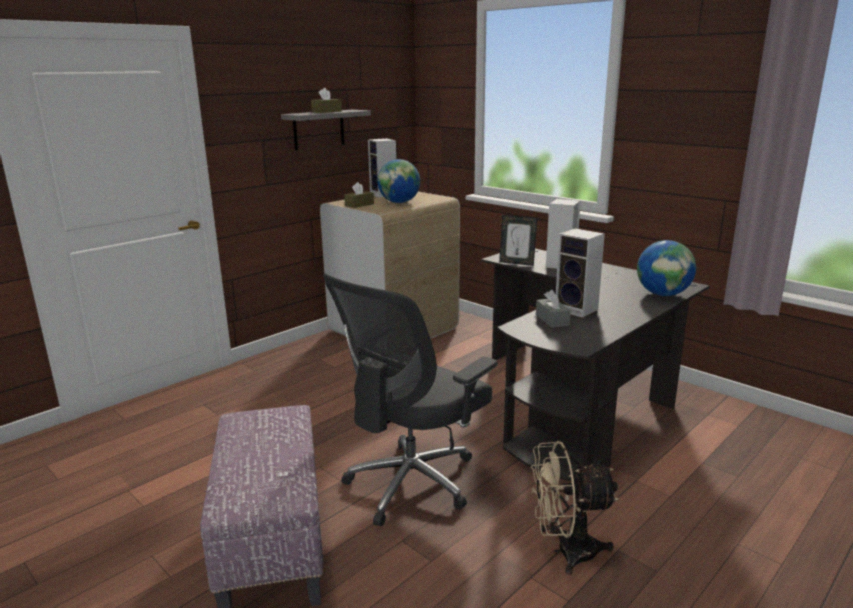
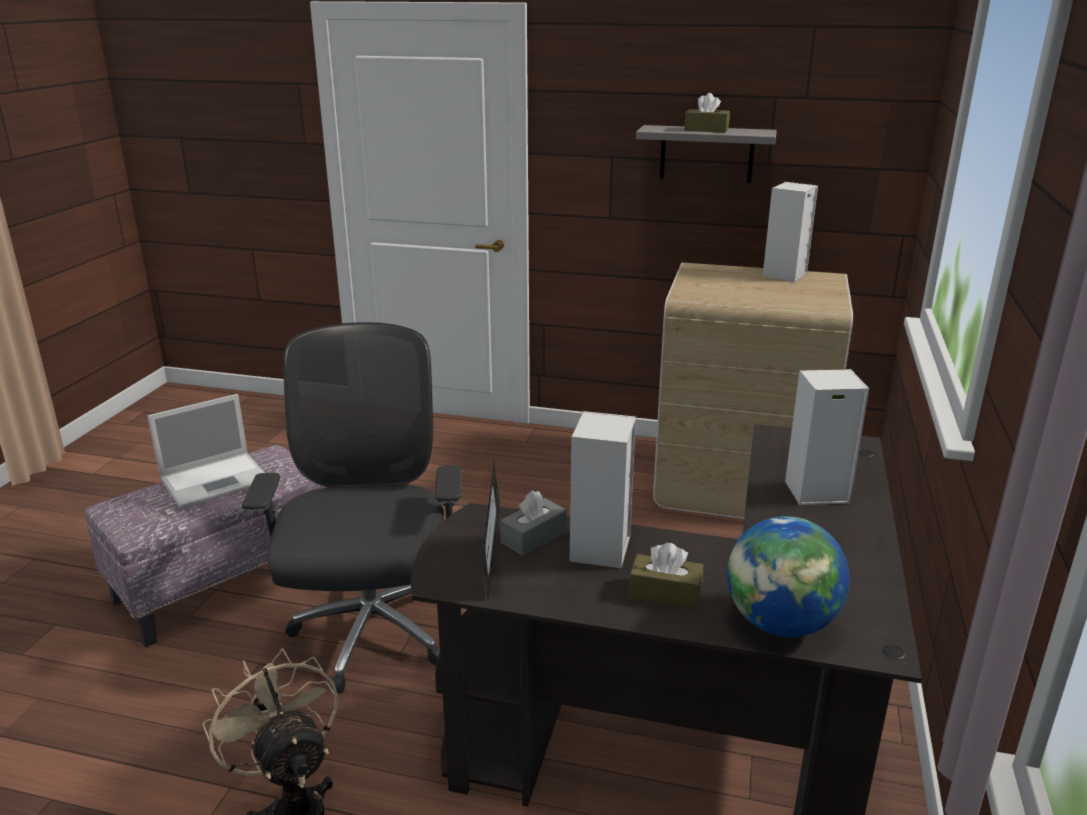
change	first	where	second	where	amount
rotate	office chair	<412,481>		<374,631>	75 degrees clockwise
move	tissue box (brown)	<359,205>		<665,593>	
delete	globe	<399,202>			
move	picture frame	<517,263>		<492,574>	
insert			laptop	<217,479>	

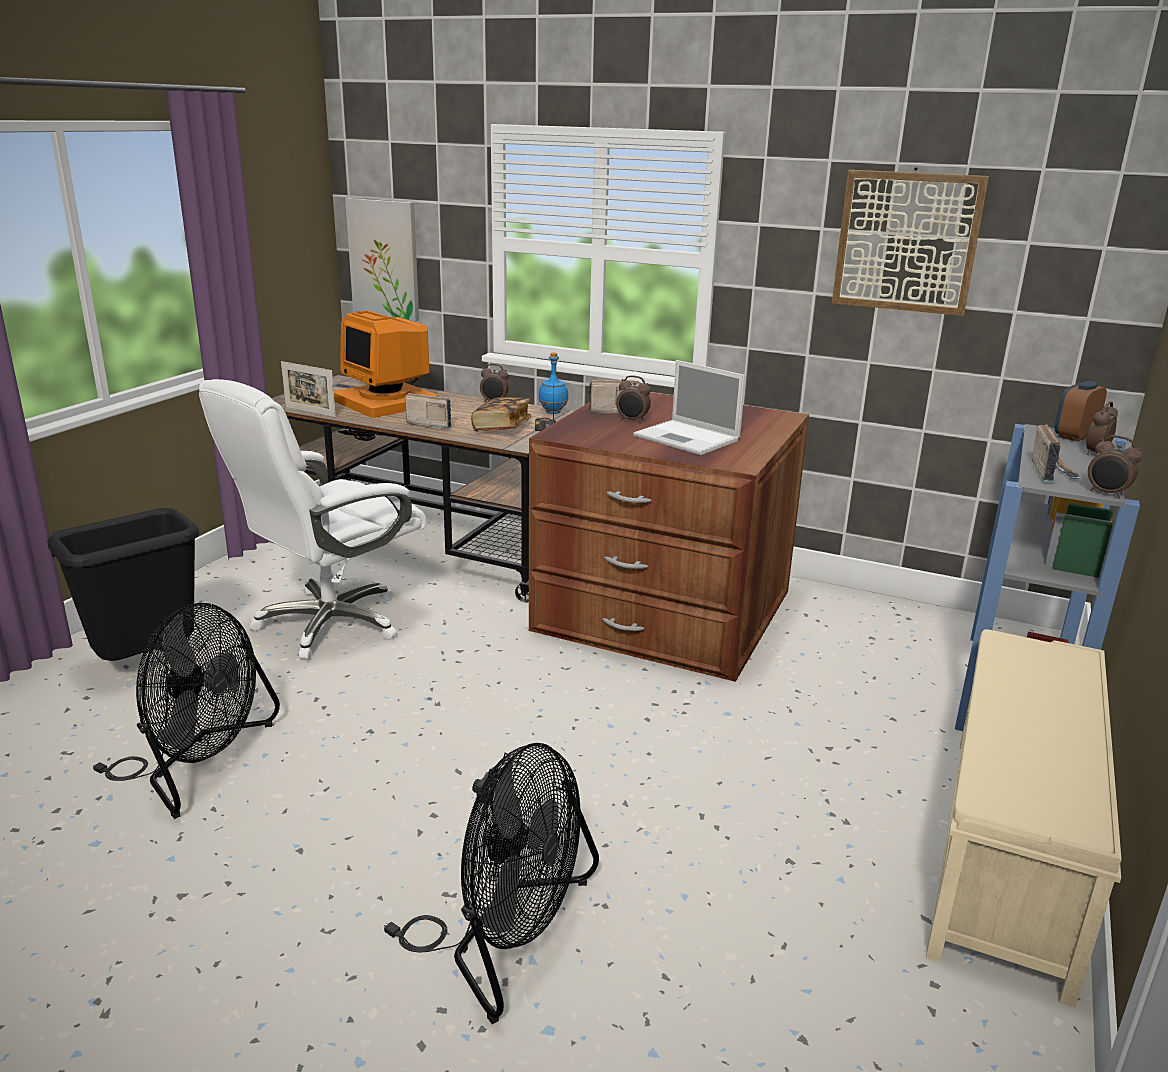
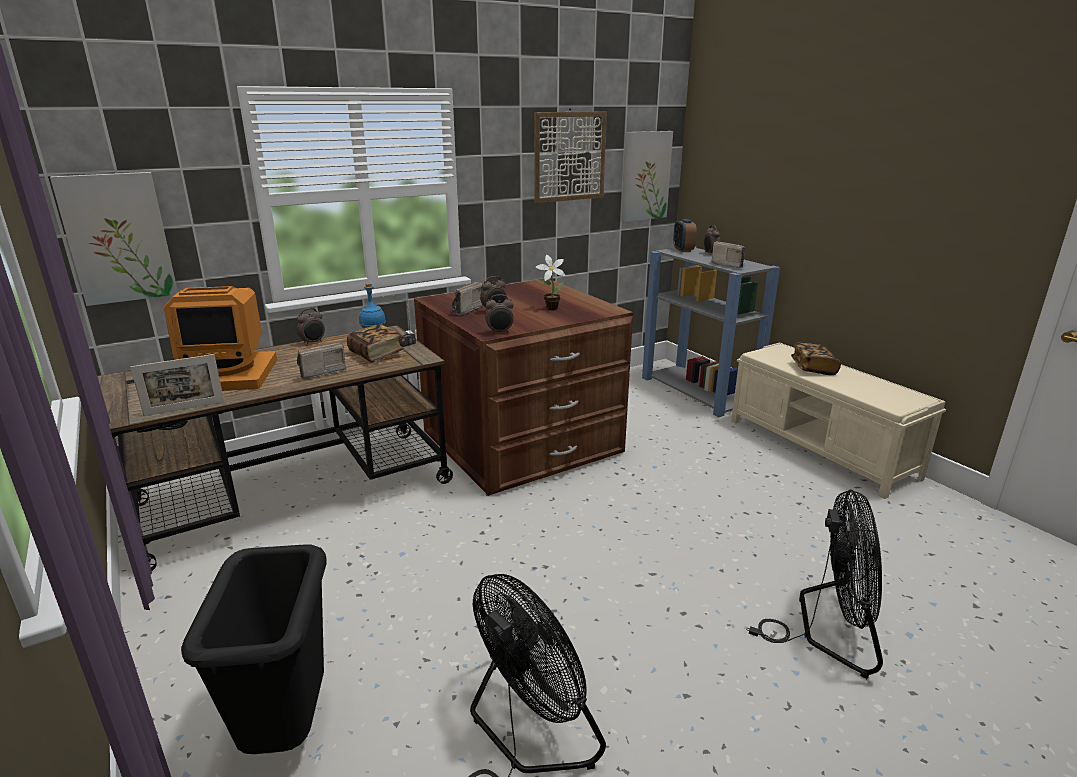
change	first	where	second	where	amount
delete	office chair (white)	<333,621>			
rotate	fan (black)	<503,937>		<824,625>	45 degrees clockwise
replace	laptop	<688,438>	potted plant	<549,308>	
move	alarm clock	<1106,493>		<500,332>	
insert			picture	<645,176>	
insert			book	<813,368>	

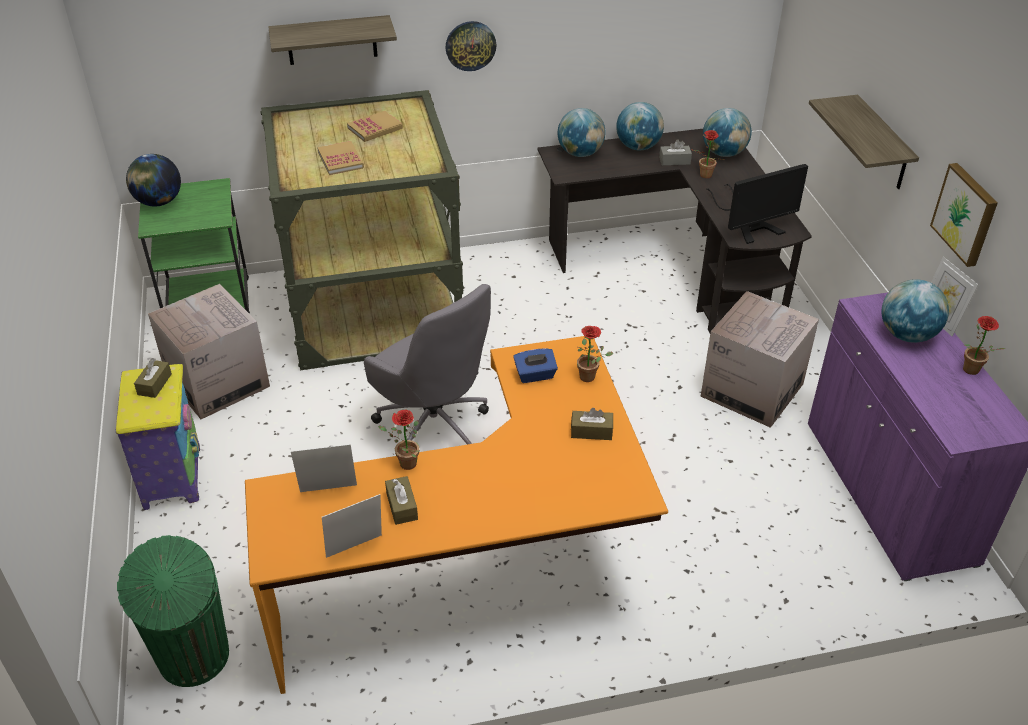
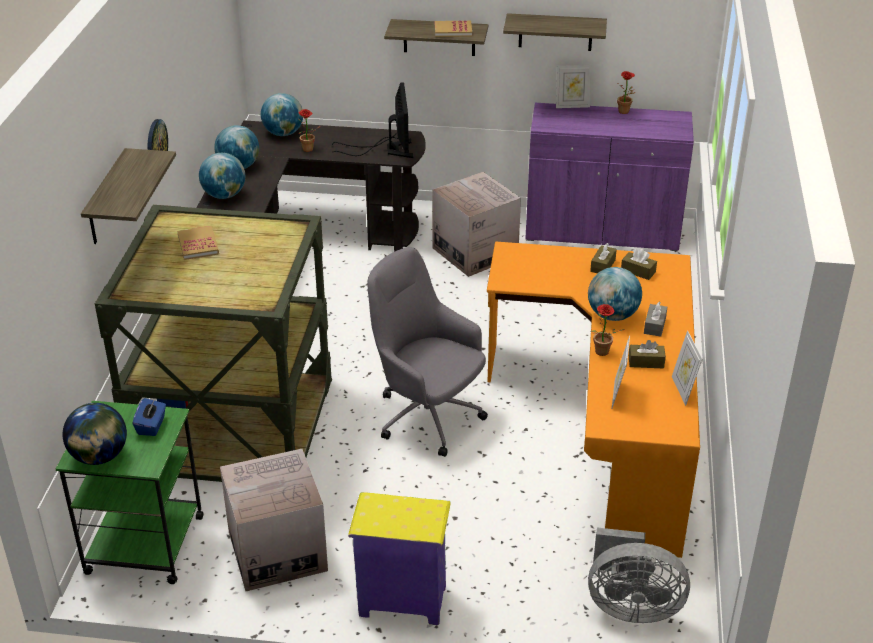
change	first	where	second	where	amount
replace	trash can (green)	<194,658>	fan (grey)	<630,606>	
move	tissue box (brown)	<154,384>		<638,271>	
move	book	<340,160>		<453,30>	
rotate	office chair (grey)	<434,427>		<427,419>	120 degrees counterclockwise
move	tissue box (blue)	<535,375>		<151,426>	
delete	potted plant	<590,377>			
move	tissue box (grey)	<674,161>		<654,325>	
move	globe	<907,335>		<612,315>	
replace	picture	<966,214>	shelf	<555,32>	

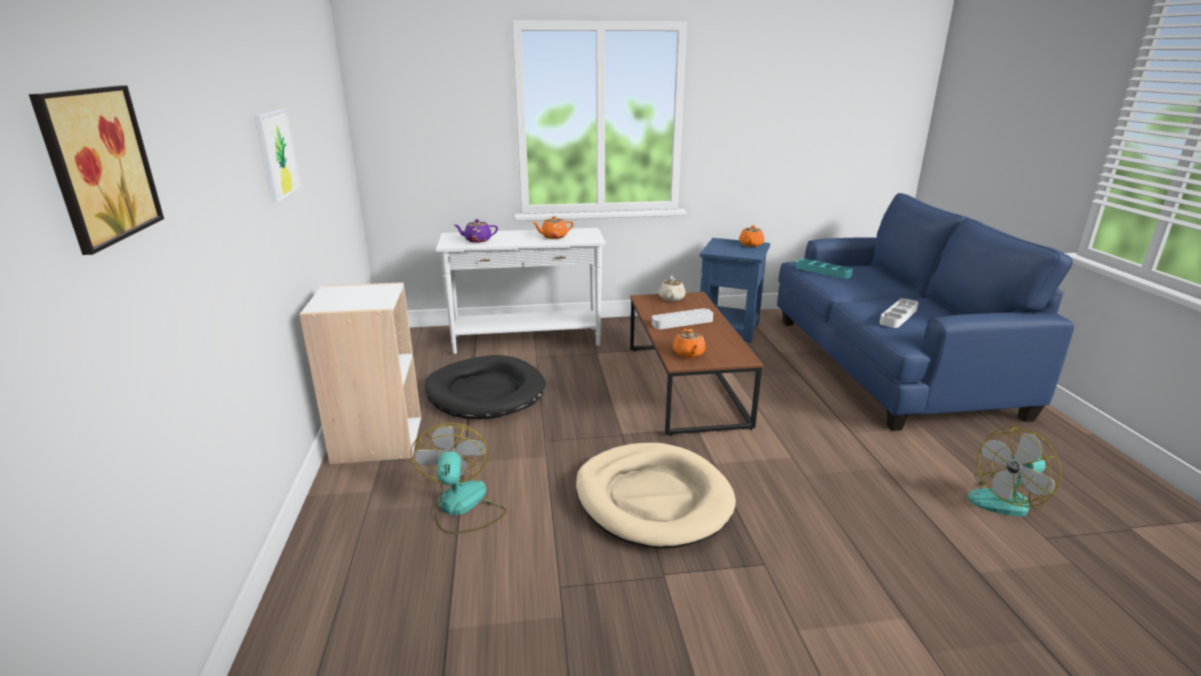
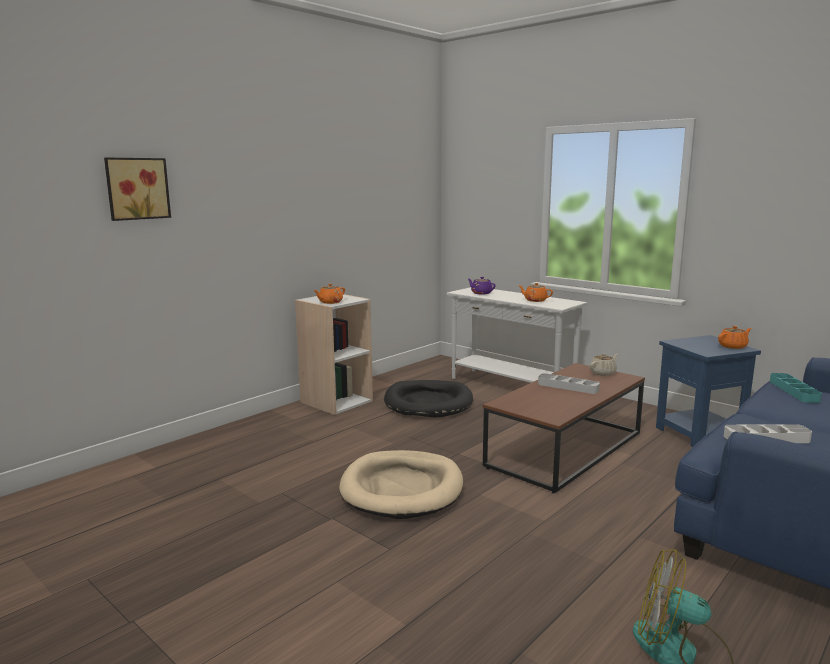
change	first	where	second	where	amount
delete	picture	<276,154>			
delete	fan	<462,507>			
move	teapot (orange)	<688,353>		<330,302>	

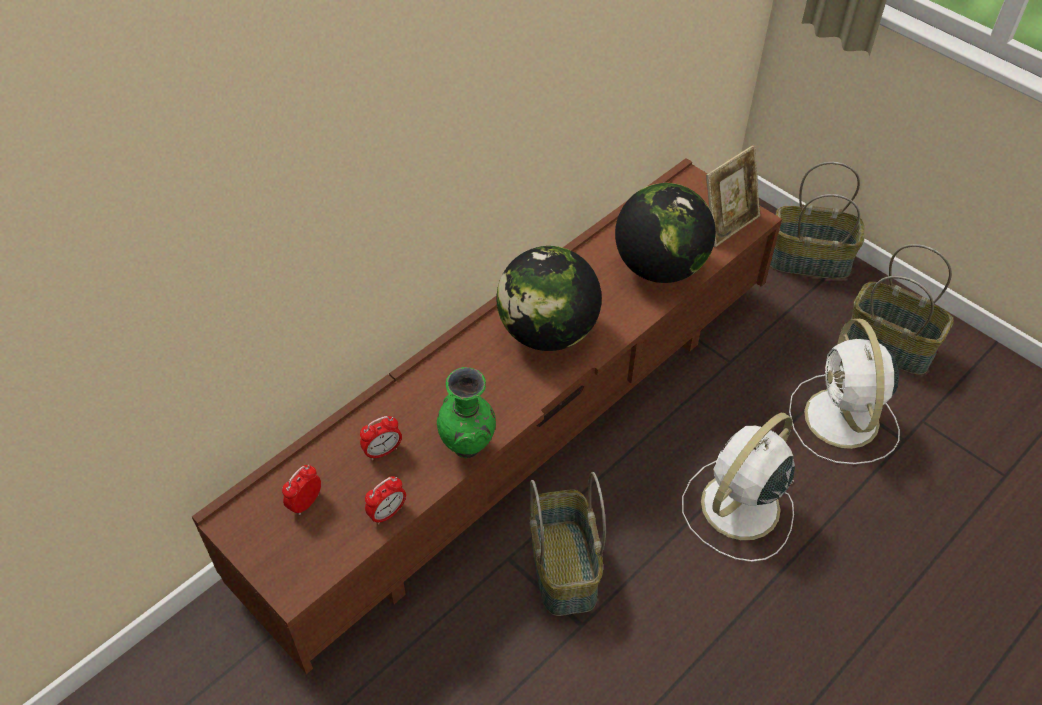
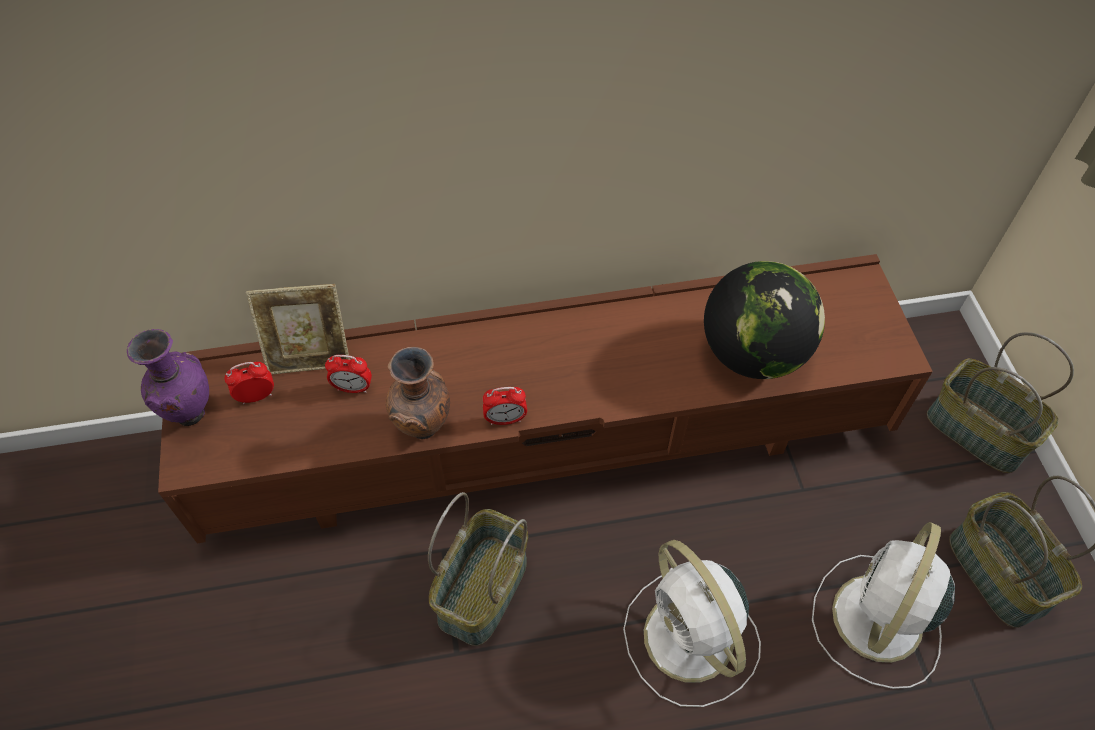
change	first	where	second	where	amount
move	alarm clock	<387,513>		<505,419>	
recolor	vase (green)	<469,449>	vase (brown)	<424,429>	
delete	globe	<547,332>			
rotate	fan (white)	<738,508>		<691,641>	105 degrees counterclockwise
move	picture frame	<728,224>		<310,357>	
insert			vase (purple)	<190,413>	

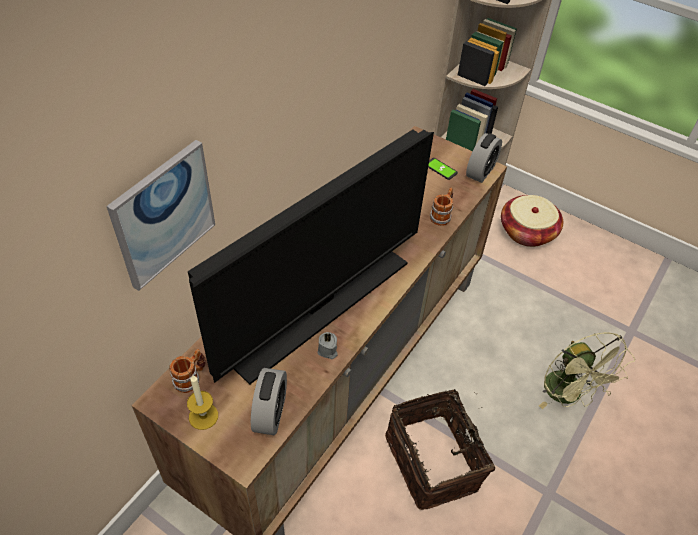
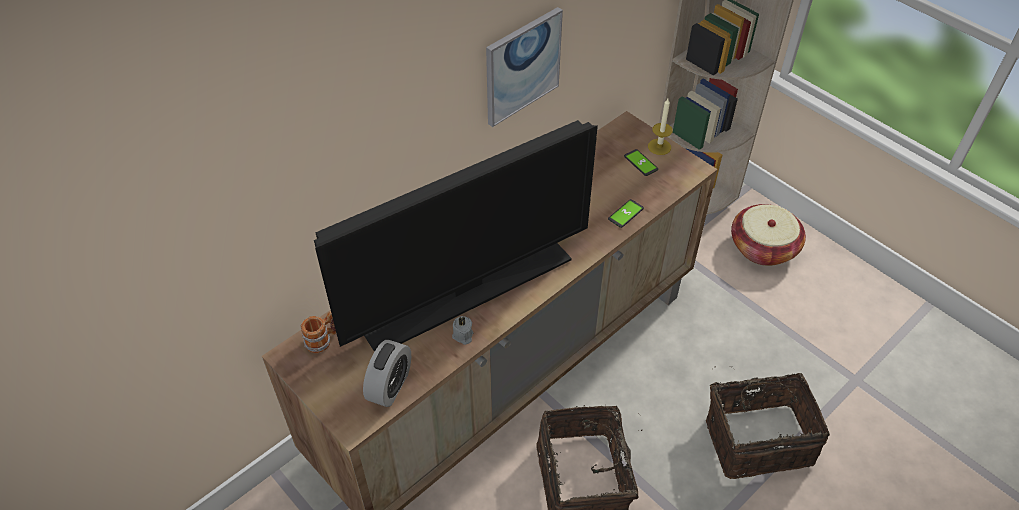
change	first	where	second	where	amount
move	picture	<163,214>		<522,66>	
move	candle	<203,416>		<659,147>	
replace	mug	<442,215>	phone	<625,214>	
delete	alarm clock	<480,171>			
replace	fan (green)	<568,395>	basket	<757,438>	

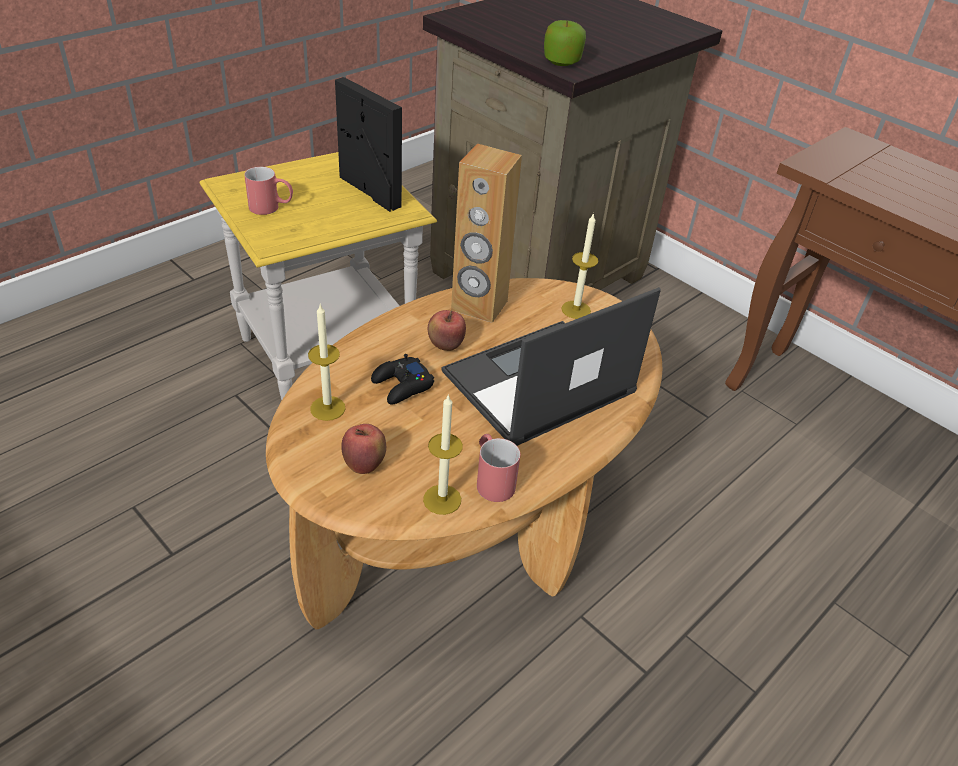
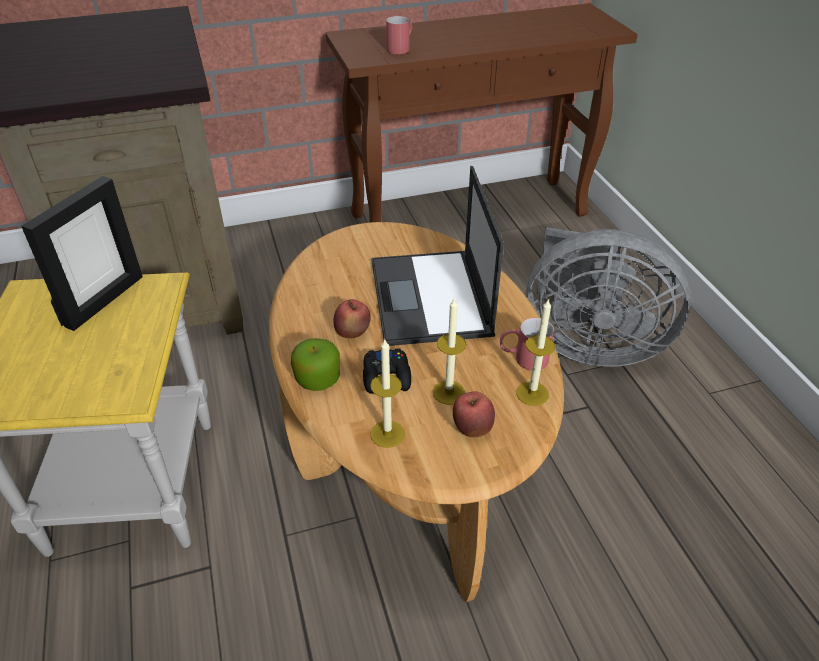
change	first	where	second	where	amount
move	mug (red)	<271,208>		<401,48>	
rotate	picture frame	<368,192>		<103,300>	135 degrees clockwise
delete	speaker (brown)	<479,306>			
move	apple	<562,61>		<317,379>	
move	candle	<576,310>		<449,392>	
insert			fan (grey)	<587,344>	

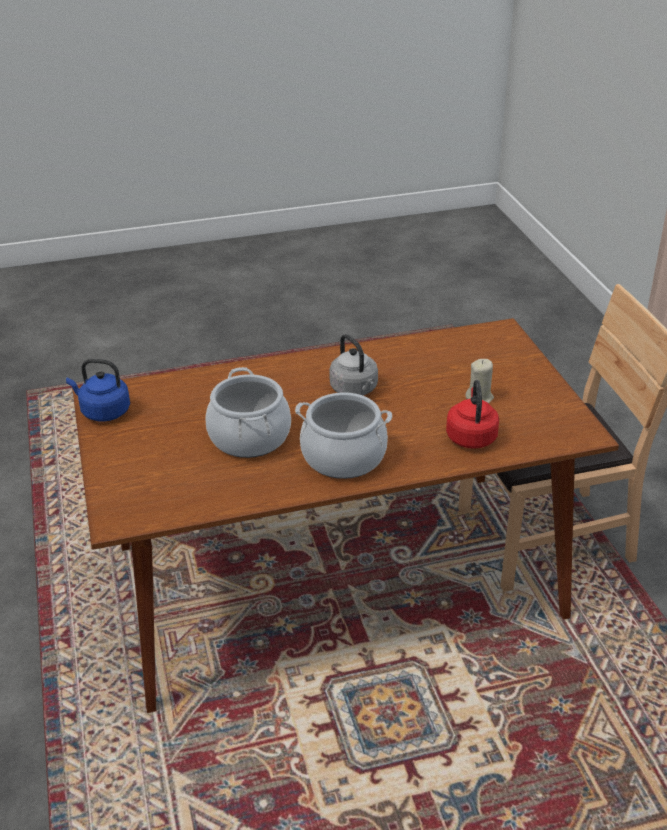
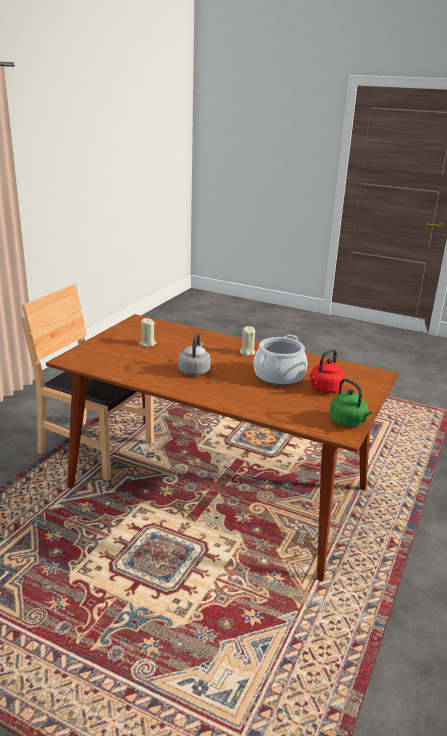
change	first	where	second	where	amount
recolor	kettle (blue)	<103,412>	kettle (green)	<348,422>	
replace	cooking pot	<343,457>	candle (beige)	<247,352>	
move	kettle (red)	<471,436>		<324,389>	

